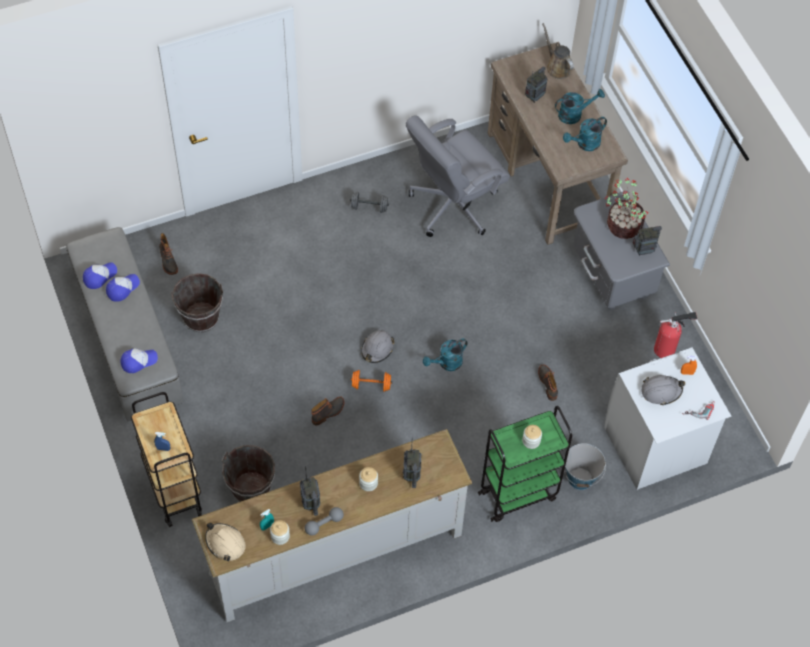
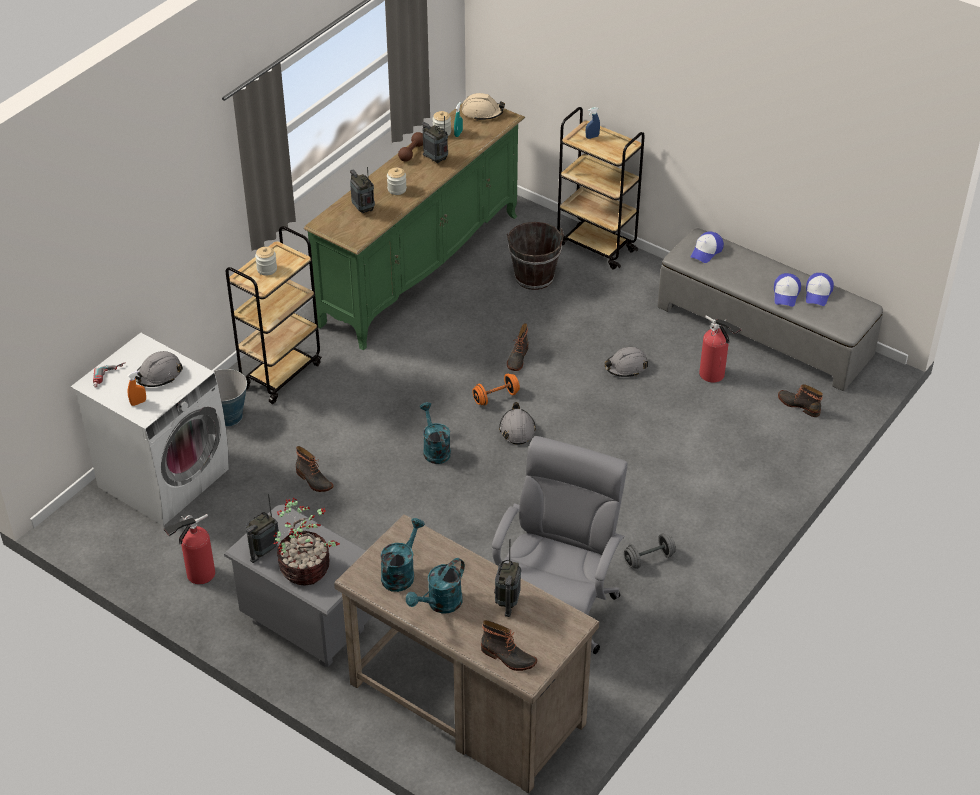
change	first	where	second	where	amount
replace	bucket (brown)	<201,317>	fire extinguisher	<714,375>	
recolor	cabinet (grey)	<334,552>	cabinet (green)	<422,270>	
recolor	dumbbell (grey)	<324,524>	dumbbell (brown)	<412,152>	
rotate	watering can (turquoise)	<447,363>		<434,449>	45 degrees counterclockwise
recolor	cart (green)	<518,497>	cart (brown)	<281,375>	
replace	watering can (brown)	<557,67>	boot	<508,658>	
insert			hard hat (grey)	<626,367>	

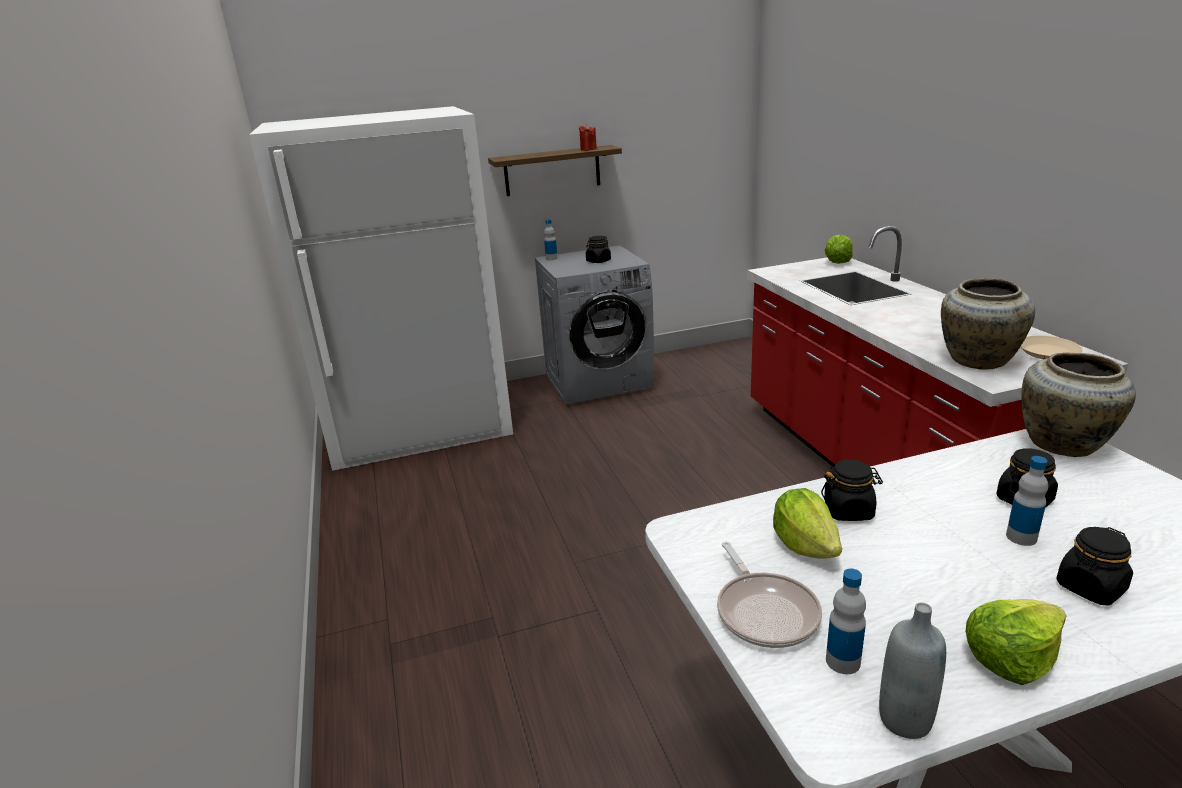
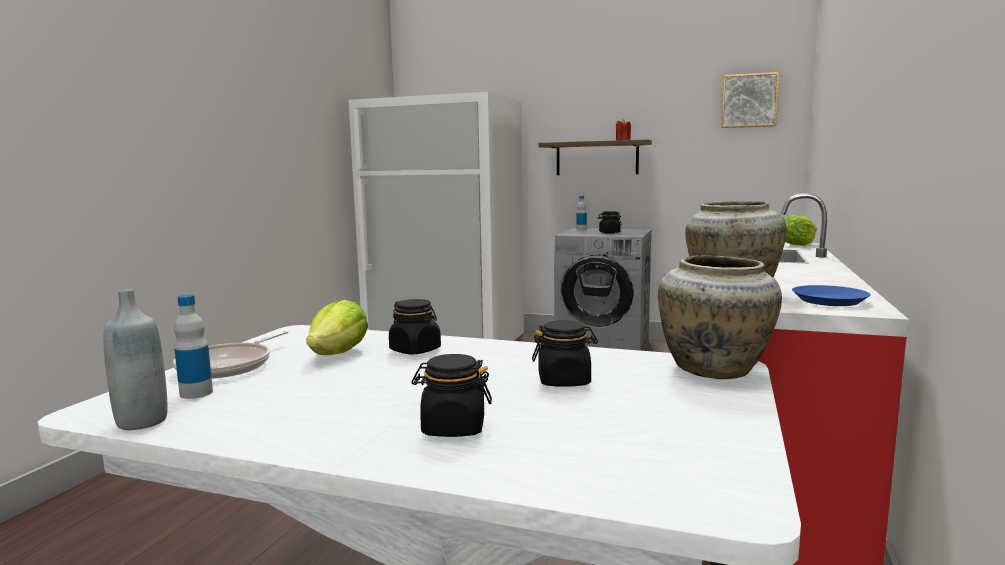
change	first	where	second	where	amount
delete	lettuce	<1011,657>			
delete	bottle	<1021,537>			
recolor	plate (beige)	<1047,352>	plate (blue)	<828,301>	
insert			picture	<749,100>	

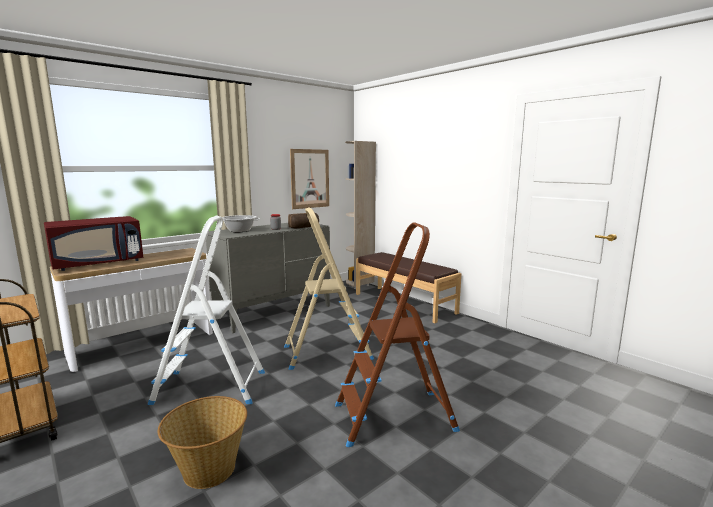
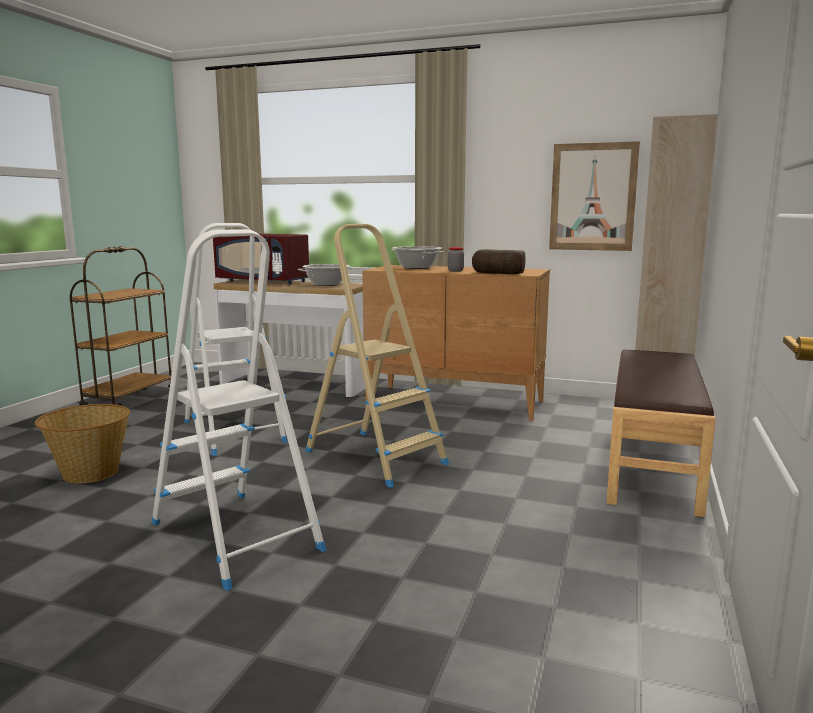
change	first	where	second	where	amount
recolor	cabinet (grey)	<274,312>	cabinet (brown)	<455,402>	
recolor	step ladder (brown)	<393,417>	step ladder (white)	<234,534>	
insert			cooking pot	<326,284>	

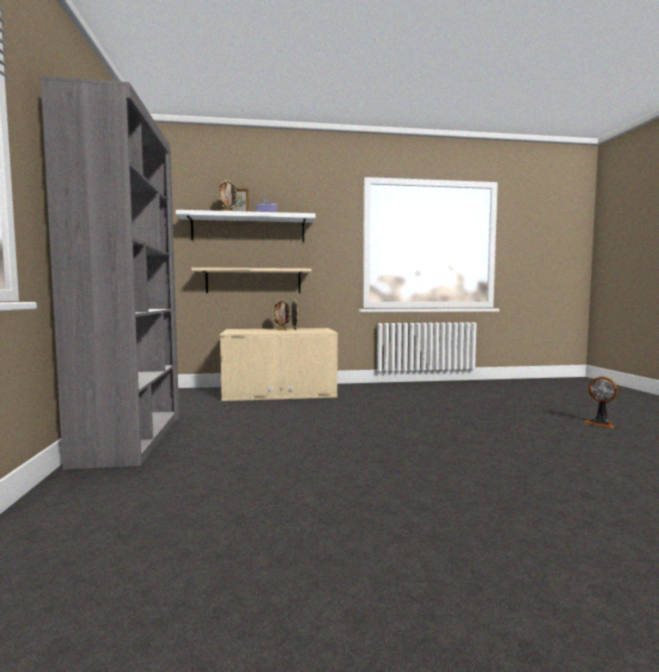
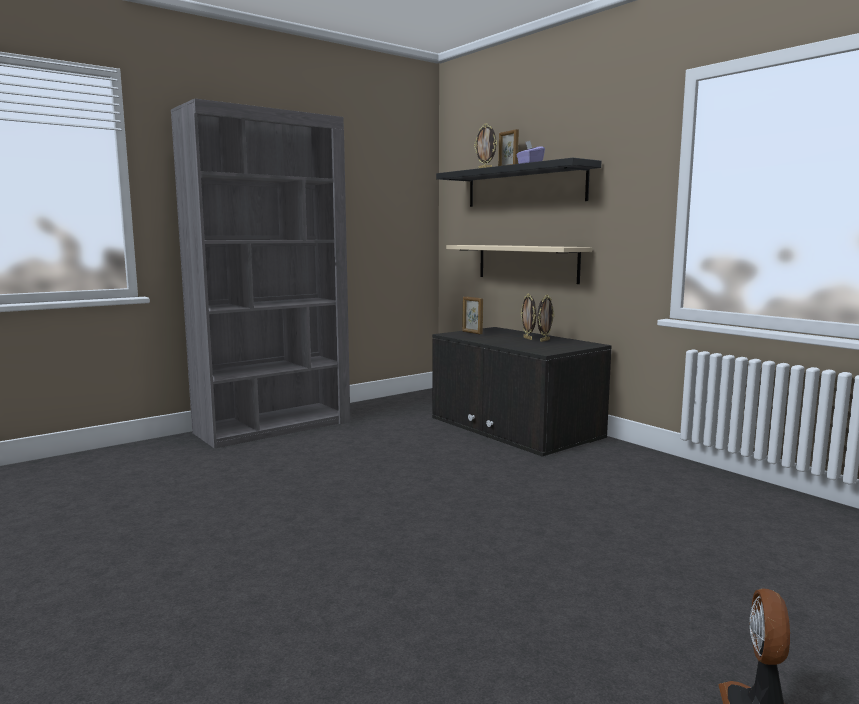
change	first	where	second	where	amount
recolor	shelf (white)	<248,228>	shelf (black)	<524,186>	
recolor	cabinet (beige)	<280,392>	cabinet (black)	<515,427>	
insert			picture frame	<472,333>	

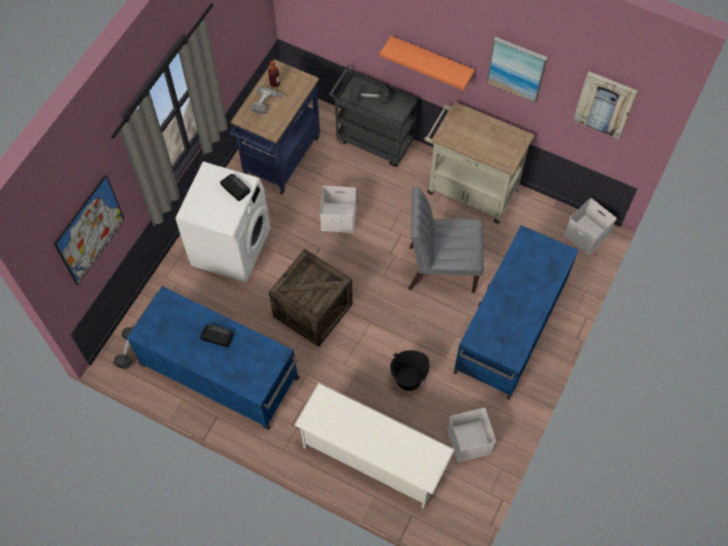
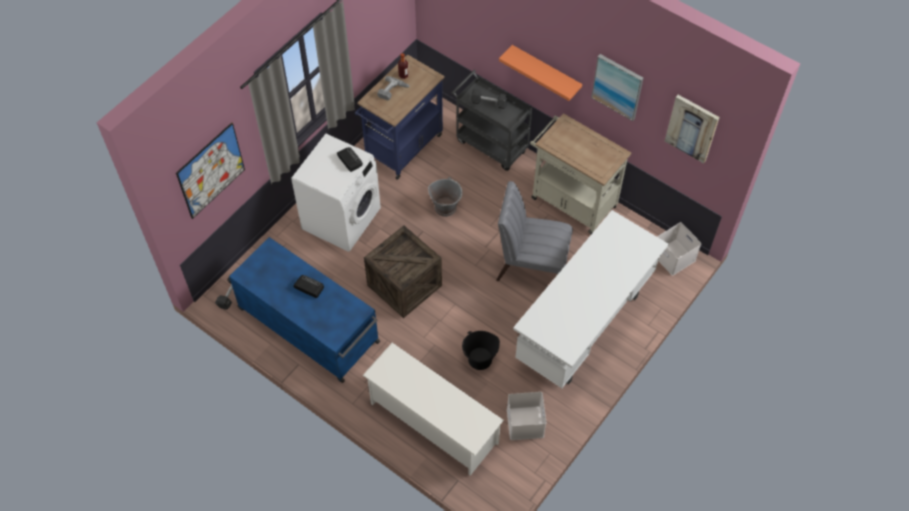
change	first	where	second	where	amount
replace	storage box (white)	<339,217>	bucket (grey)	<445,207>	
replace	cabinet (blue)	<510,326>	desk (white)	<584,328>	

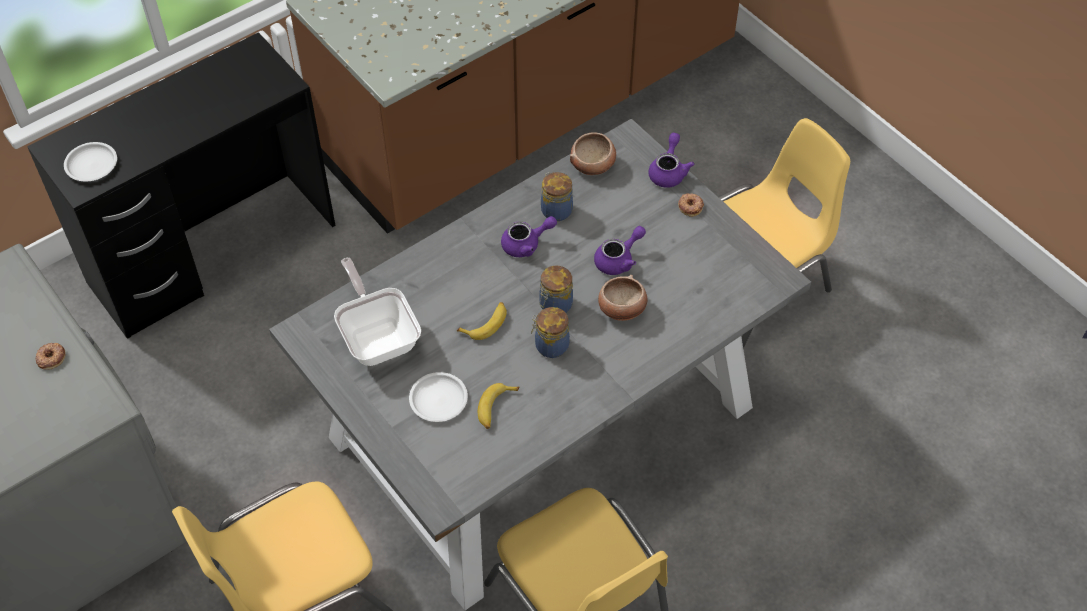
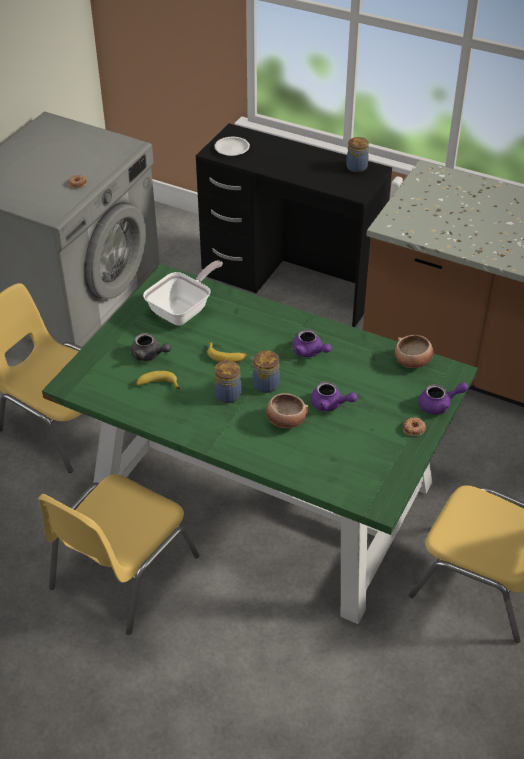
change	first	where	second	where	amount
recolor	dining table (grey)	<543,421>	dining table (green)	<264,496>	
replace	plate (white)	<438,399>	teapot (grey)	<149,355>	
move	jar	<555,209>		<357,166>	

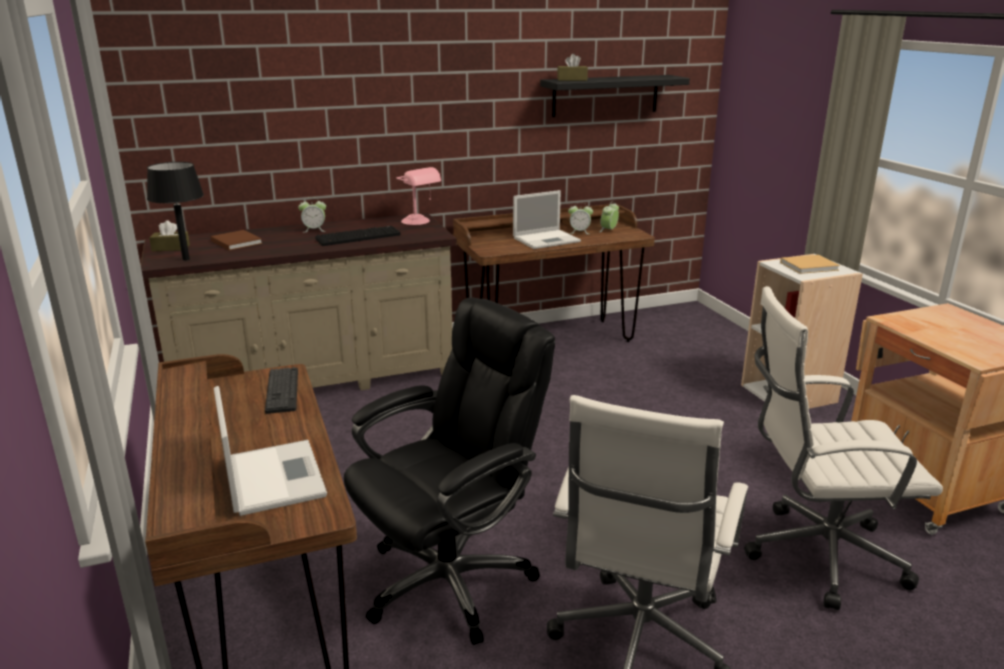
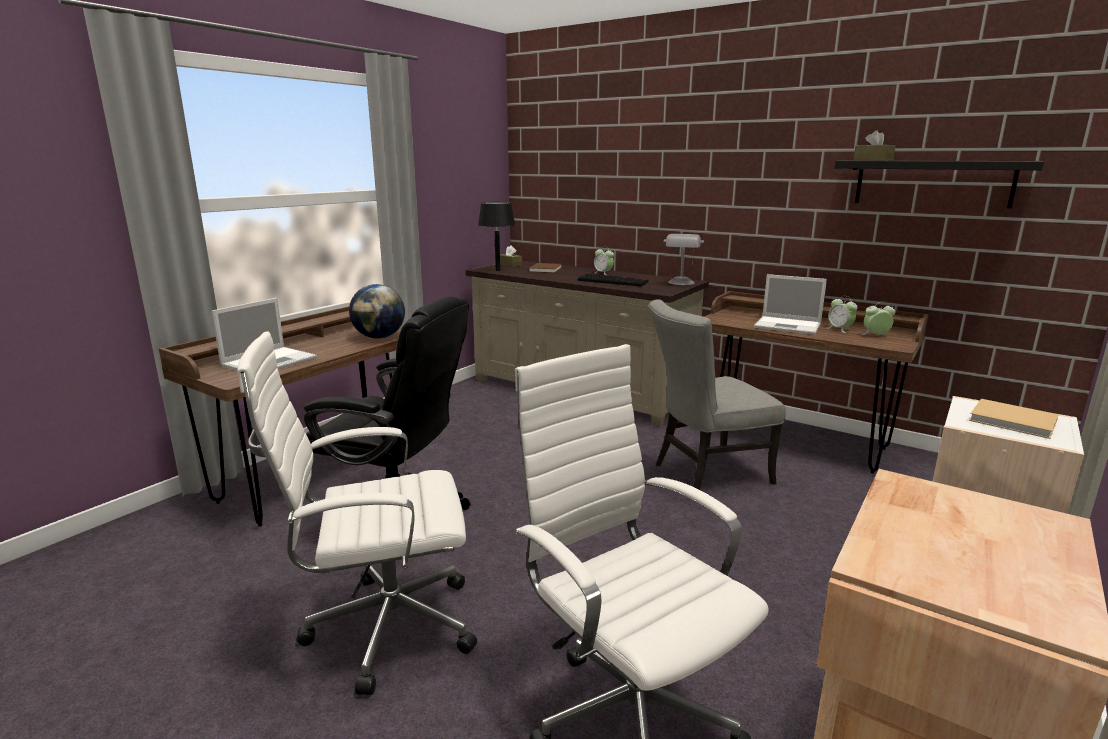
change	first	where	second	where	amount
replace	keyboard	<282,391>	globe	<379,337>	
recolor	table lamp (pink)	<419,222>	table lamp (grey)	<681,283>	
insert			chair (grey)	<705,474>	

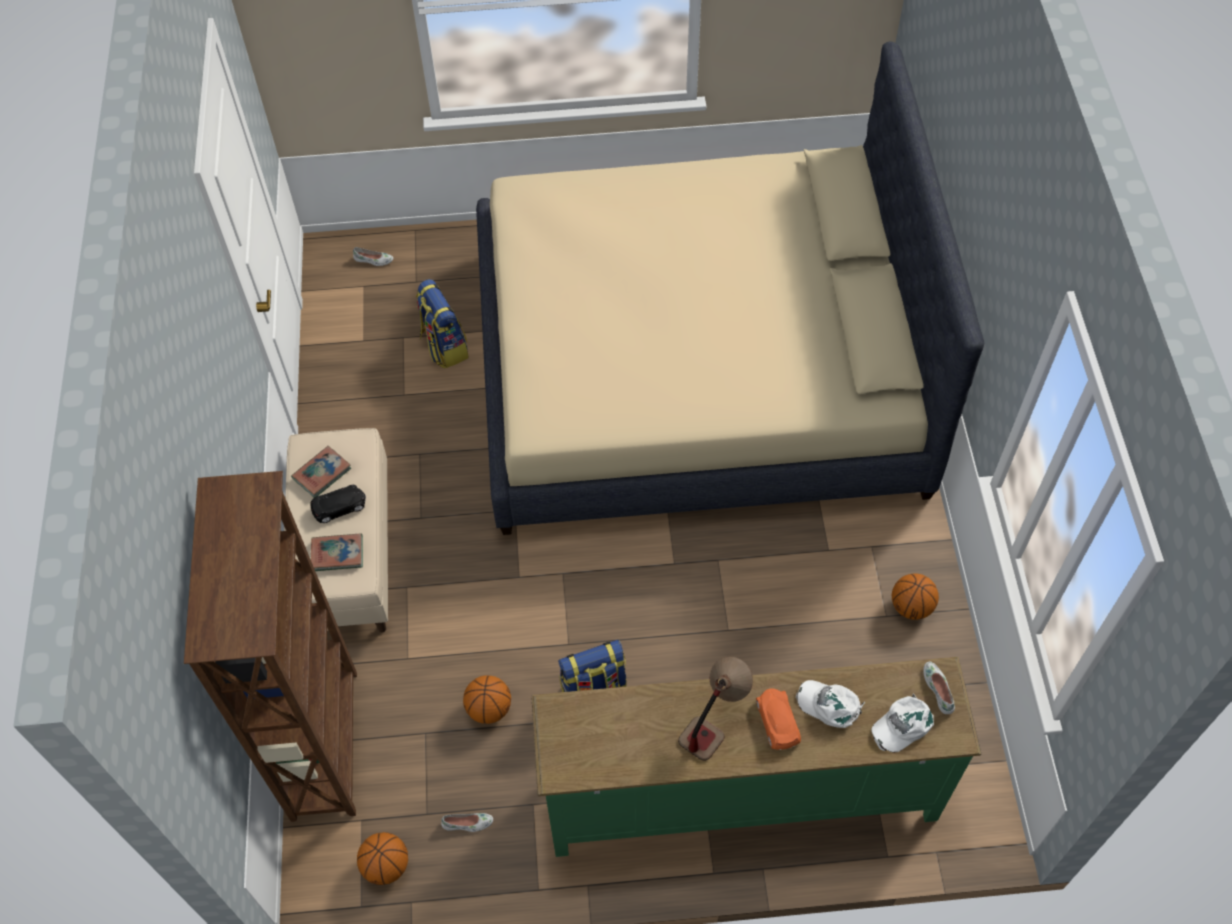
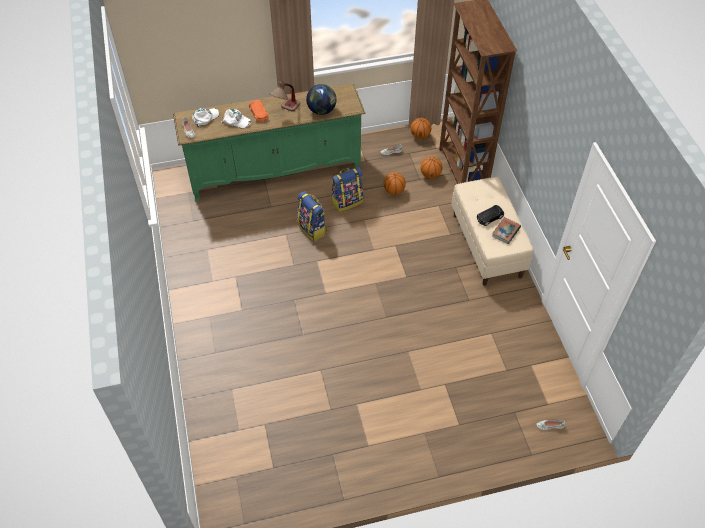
change	first	where	second	where	amount
delete	book	<337,554>			
move	backpack	<444,346>		<312,229>	
delete	bed (beige)	<697,368>			
move	basketball	<911,607>		<430,175>	
insert			globe	<322,110>	

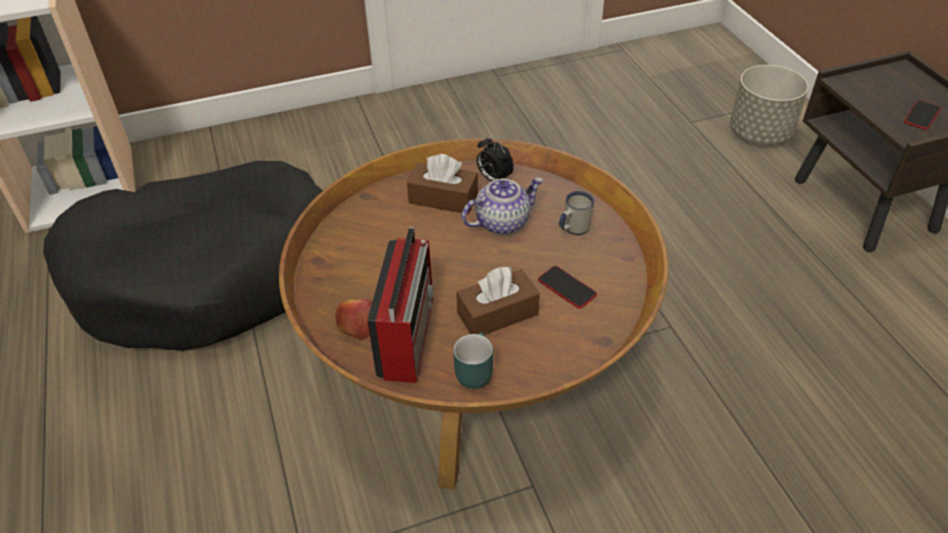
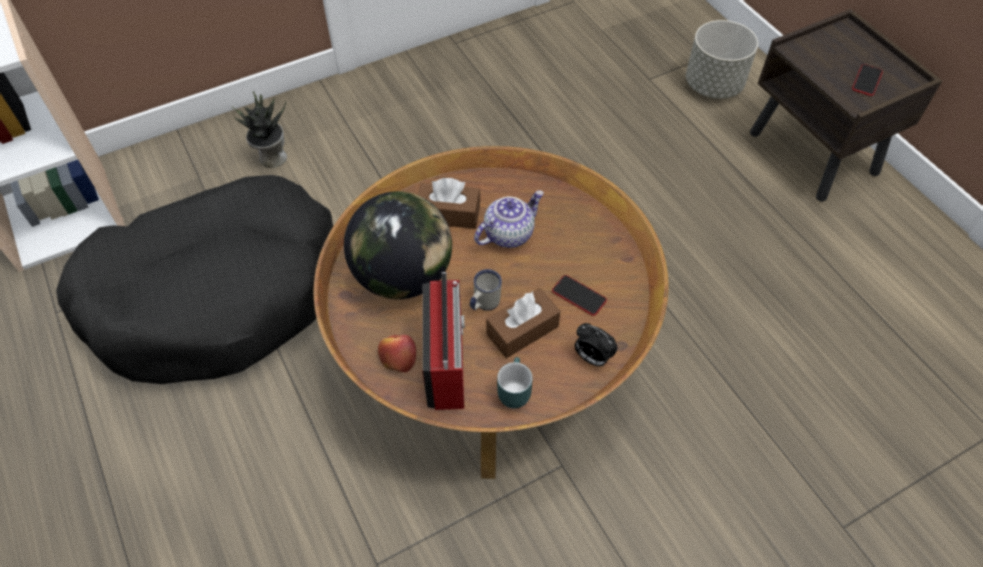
change	first	where	second	where	amount
move	alarm clock	<493,178>		<592,357>	
move	mug (white)	<573,229>		<483,303>	
insert			potted plant	<271,158>	
insert			globe	<403,276>	

